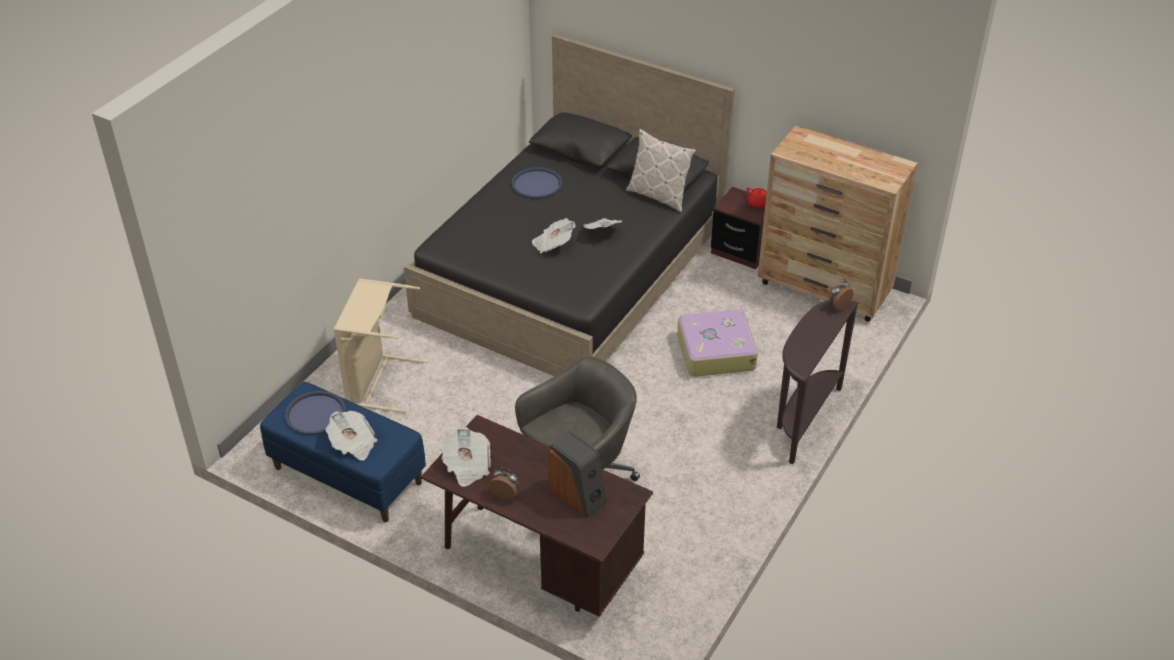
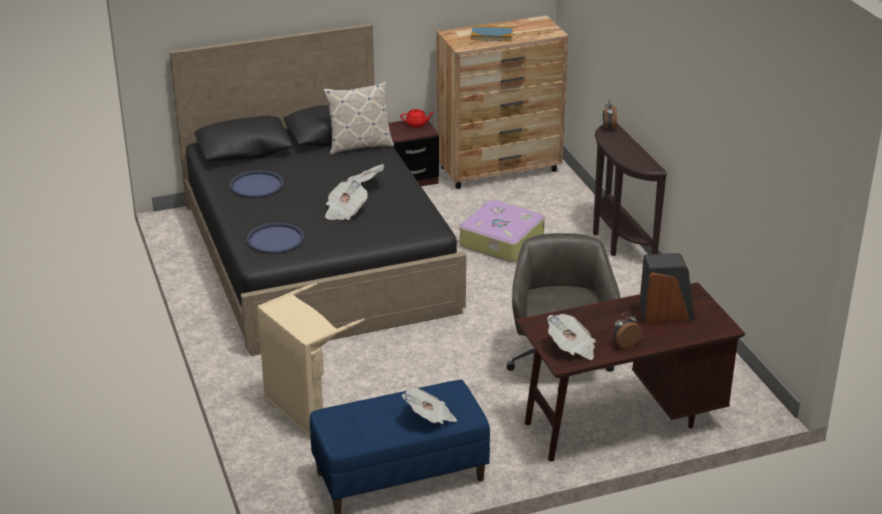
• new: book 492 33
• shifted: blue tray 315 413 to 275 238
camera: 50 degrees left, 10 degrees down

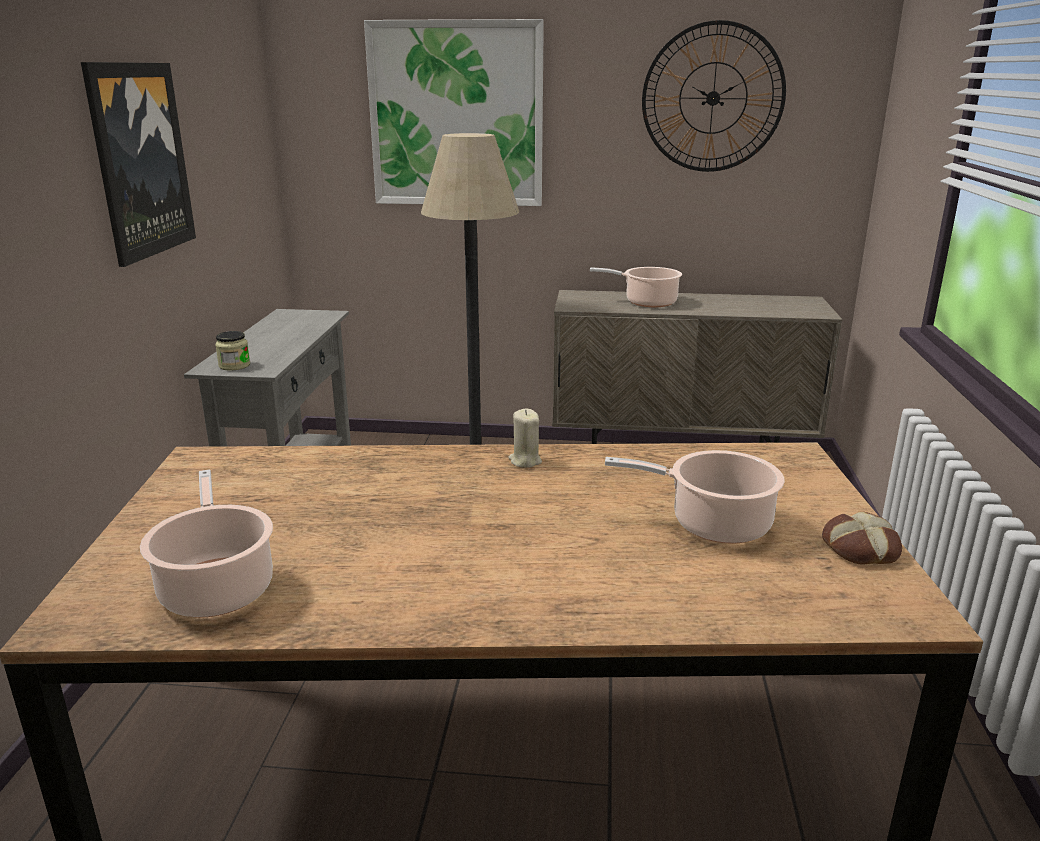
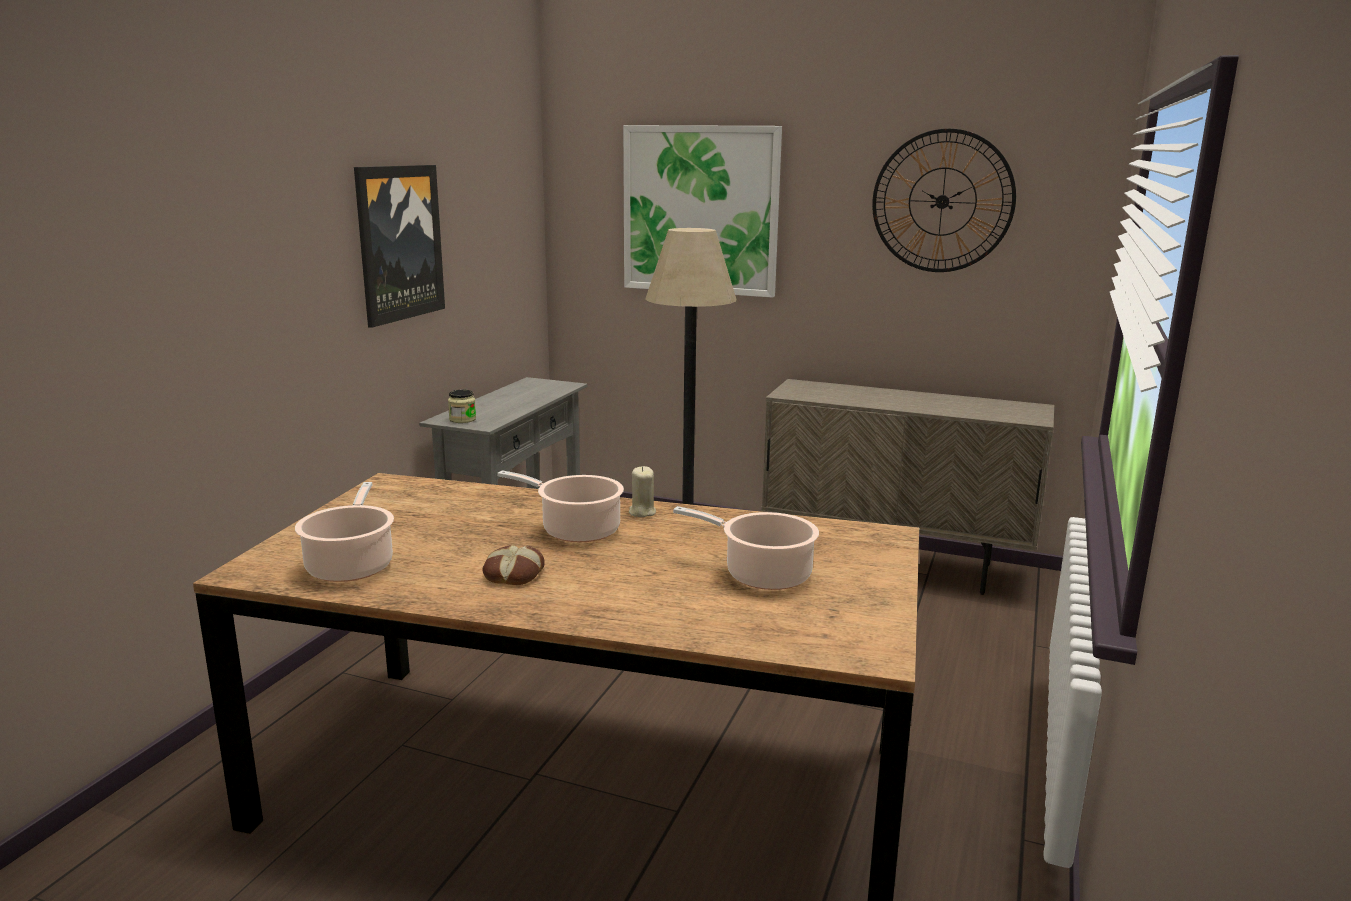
• shifted: cooking pot 636 287 to 560 506
• shifted: bread 862 538 to 513 565
camera: 15 degrees right, 5 degrees down

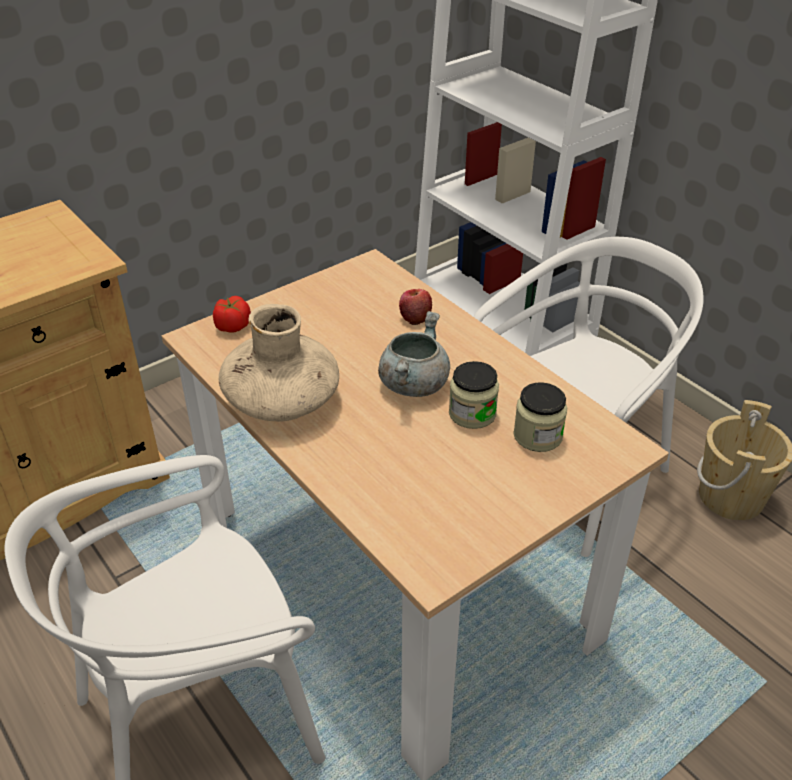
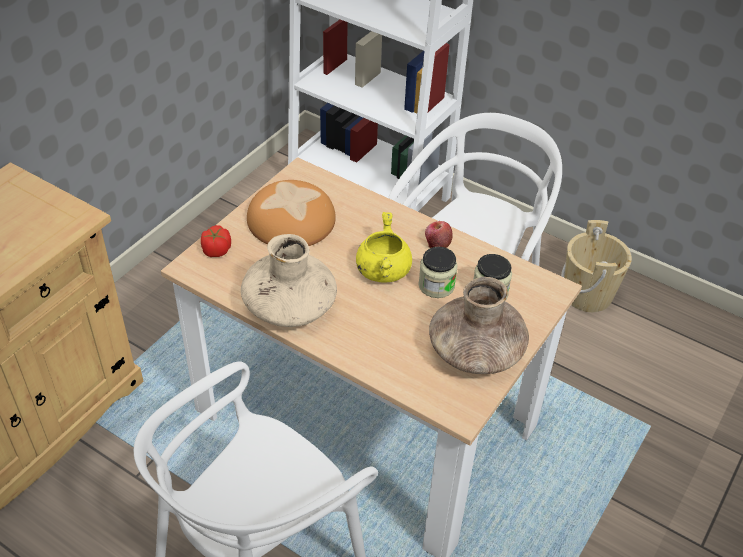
• new: bread 291 213
• new: brown vase 479 325
• shifted: apple 415 307 to 439 234
• repainted: grey cooking pot 414 354 to yellow cooking pot 384 247
camera: 20 degrees left, 5 degrees up

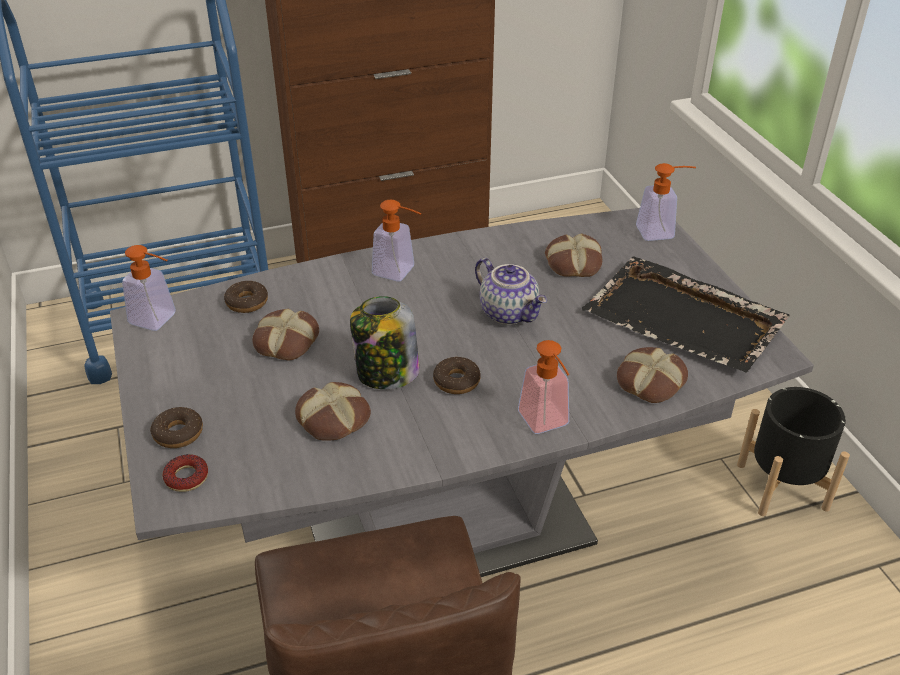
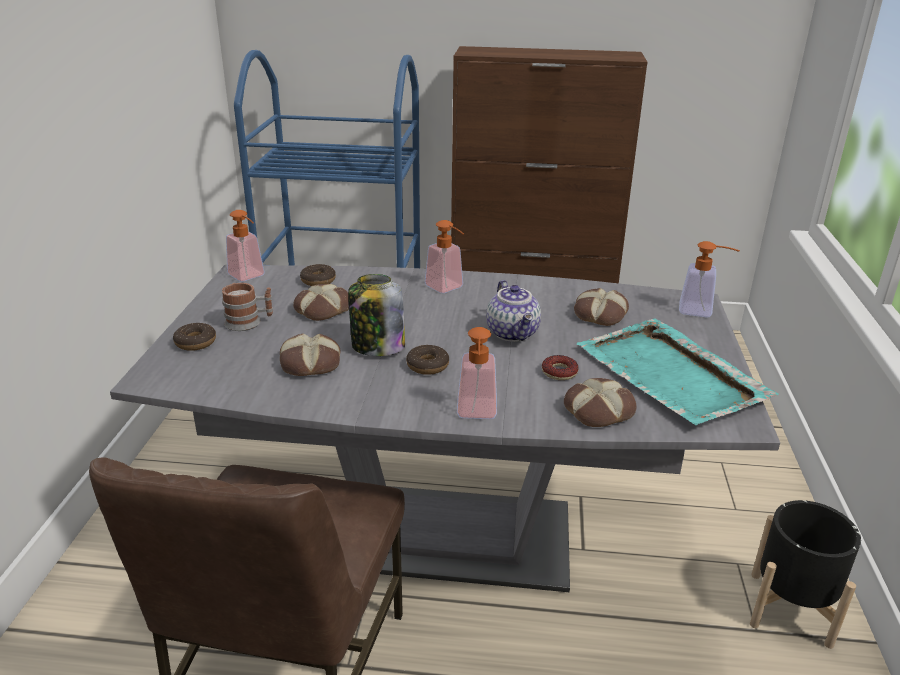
• new: mug 247 307
• shifted: donut 185 473 to 560 367
• repainted: black tray 686 315 to turquoise tray 678 371
camera: 25 degrees right, 10 degrees down

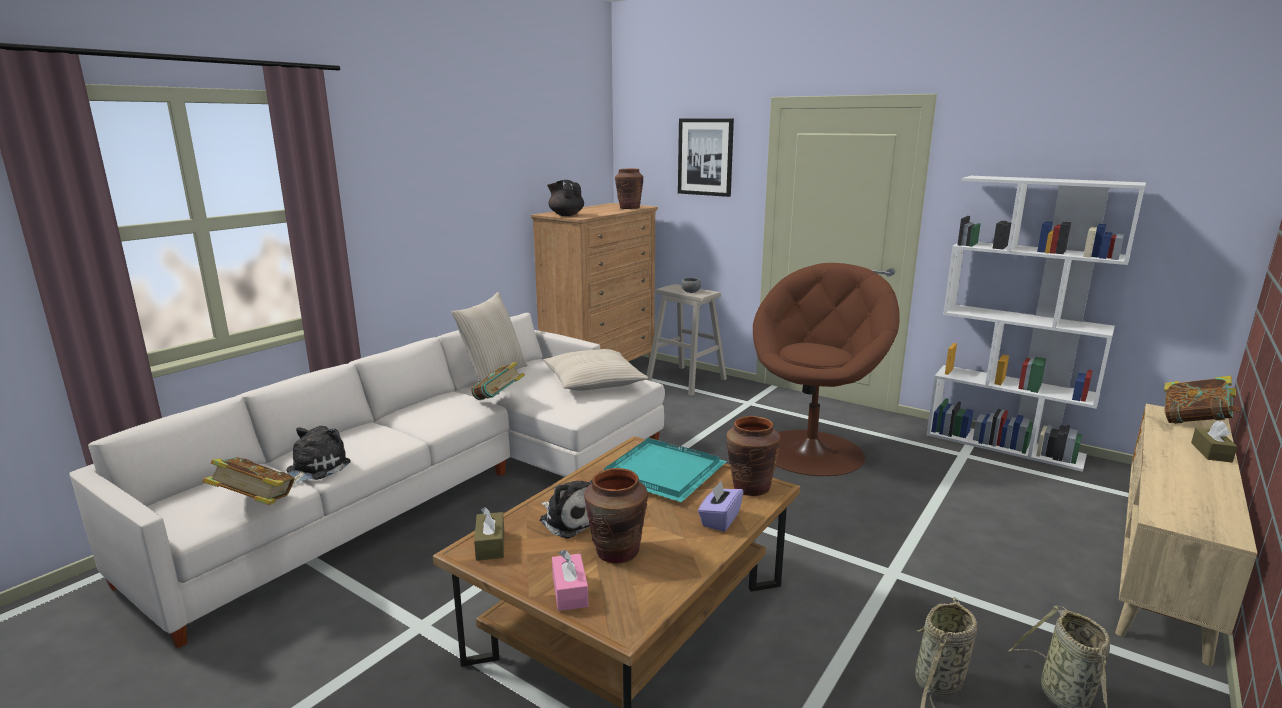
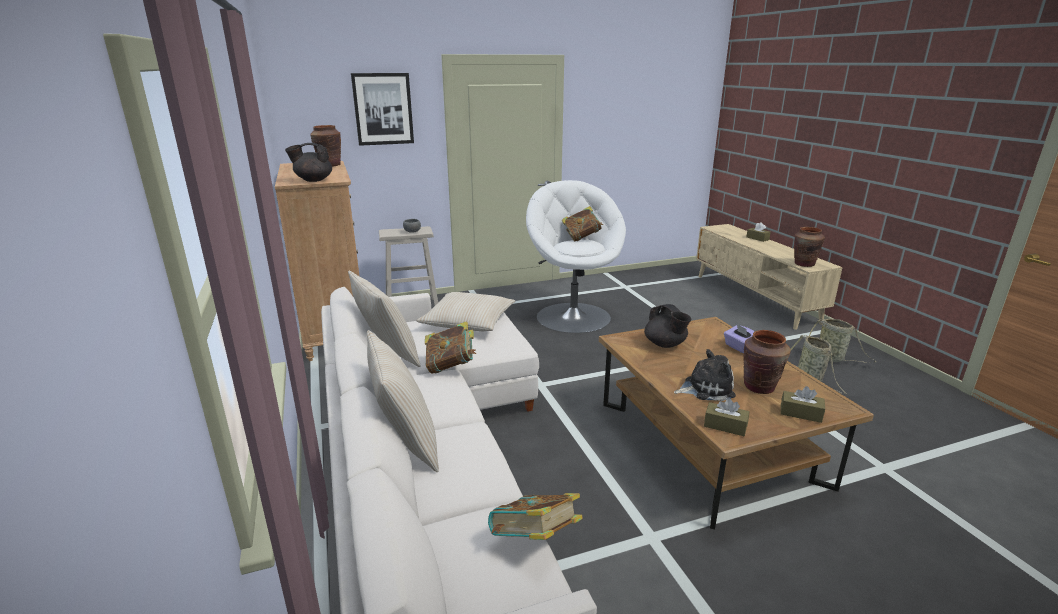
• gone: plush toy 318 455
• gone: white bookcase 1036 324
• new: beige pillow 403 401
• shifted: brown vase 753 456 to 809 247
• shifted: book 1202 400 to 582 224
• swapped: turquoise tray 665 470 to black teapot 667 326
• repainted: pink tissue box 570 580 to brown tissue box 803 404
• repainted: brown armchair 826 369 to white armchair 576 256
camera: 55 degrees left, 5 degrees up

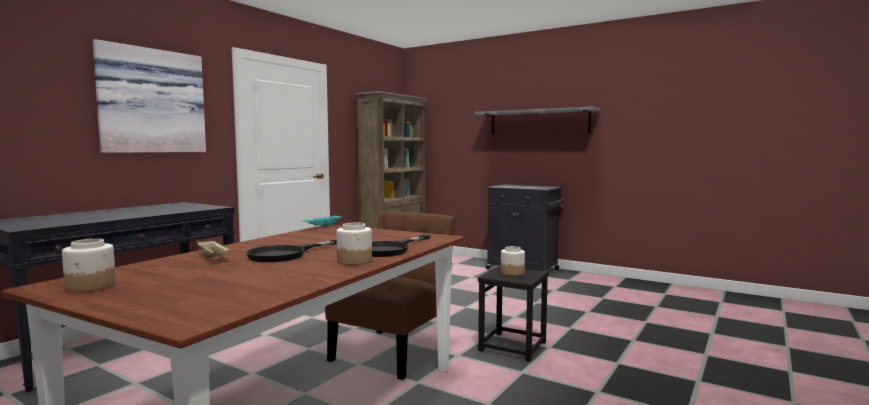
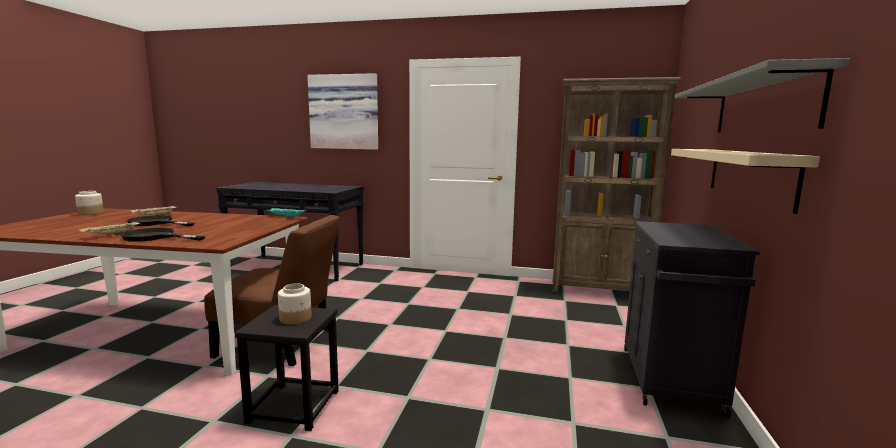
• new: beige shelf 745 181
• swapped: jar 354 244 to beige tray 109 228
camera: 70 degrees right, 5 degrees up

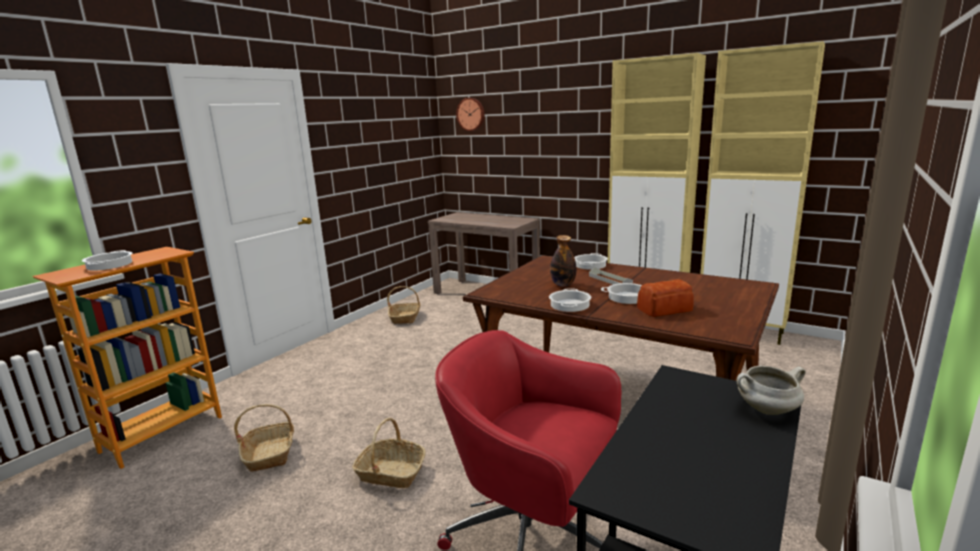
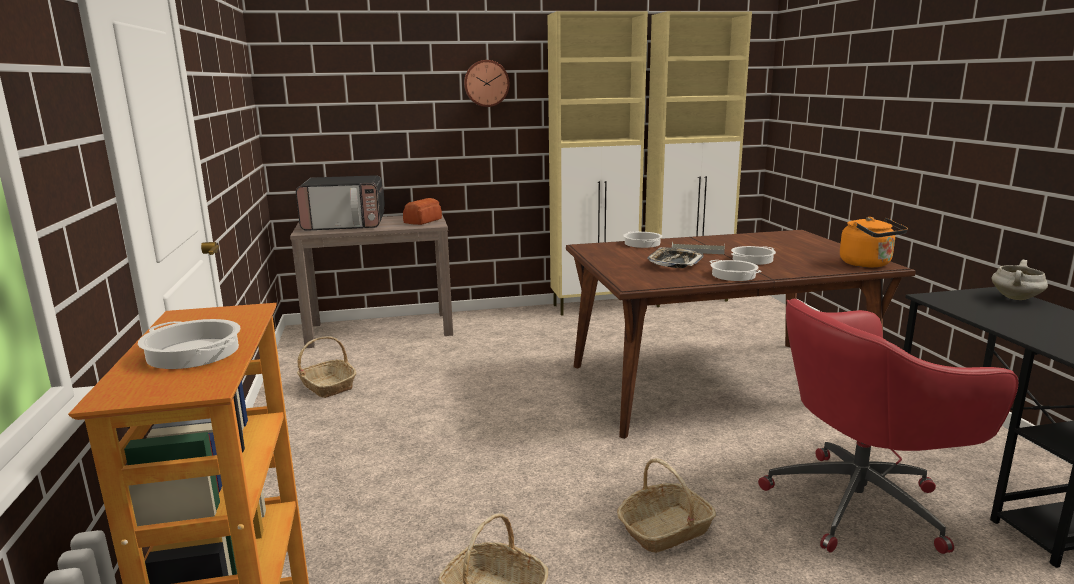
• new: microwave 340 203
• new: orange kettle 874 242
• shifted: wall clock 470 114 to 487 83
• shifted: bread 665 298 to 422 211
• swapped: bottle 563 260 to tray 675 257
camera: 45 degrees left, 0 degrees up

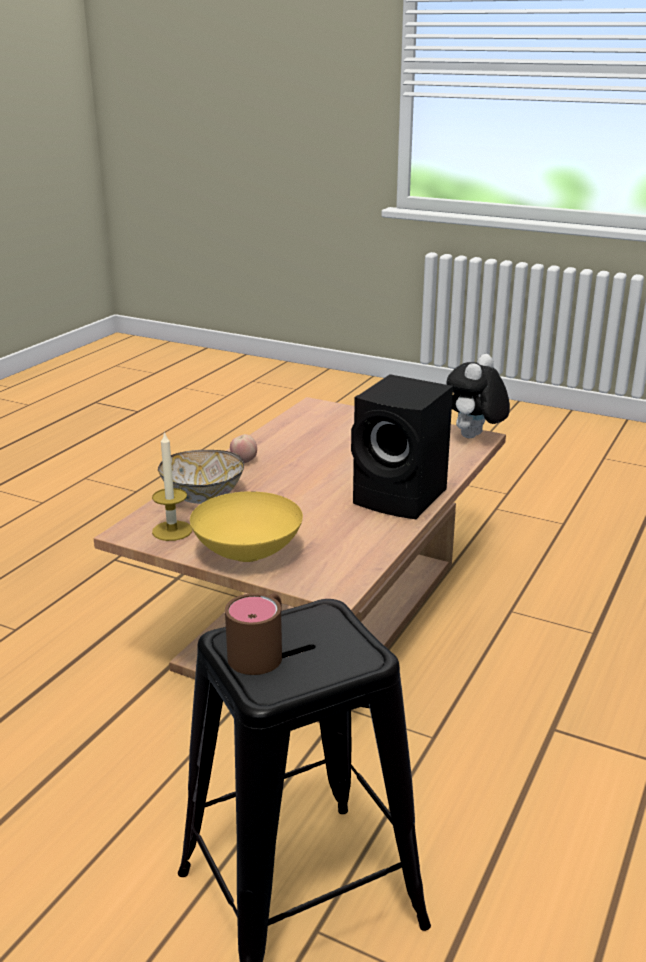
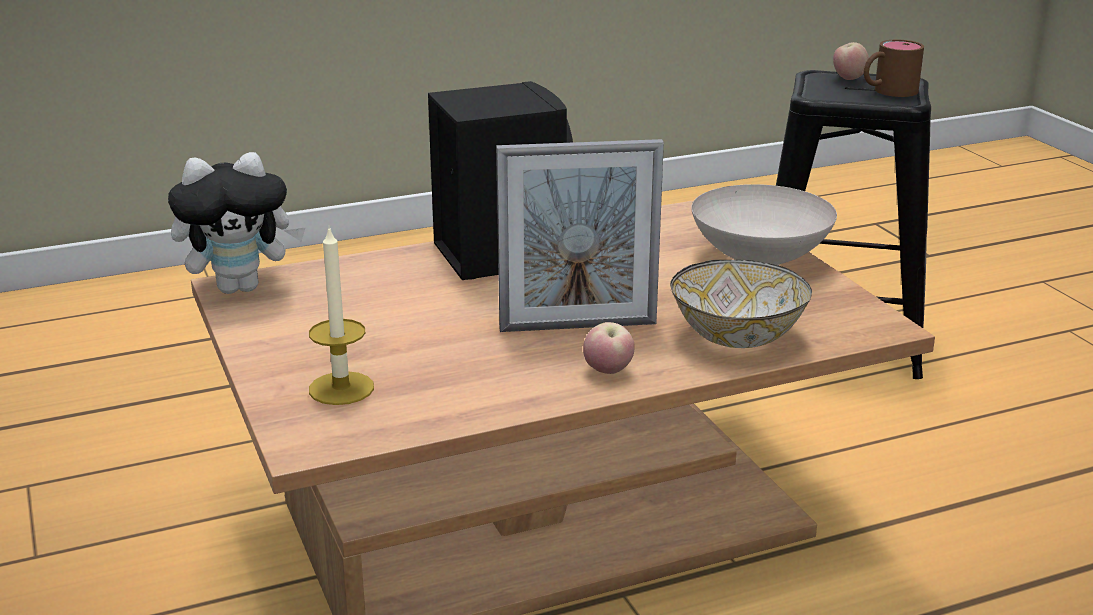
• new: picture frame 580 235
• new: apple 851 61
• shifted: candle 172 486 to 341 315
• repainted: yellow bowl 246 526 to white bowl 764 224
camera: 140 degrees left, 0 degrees up

